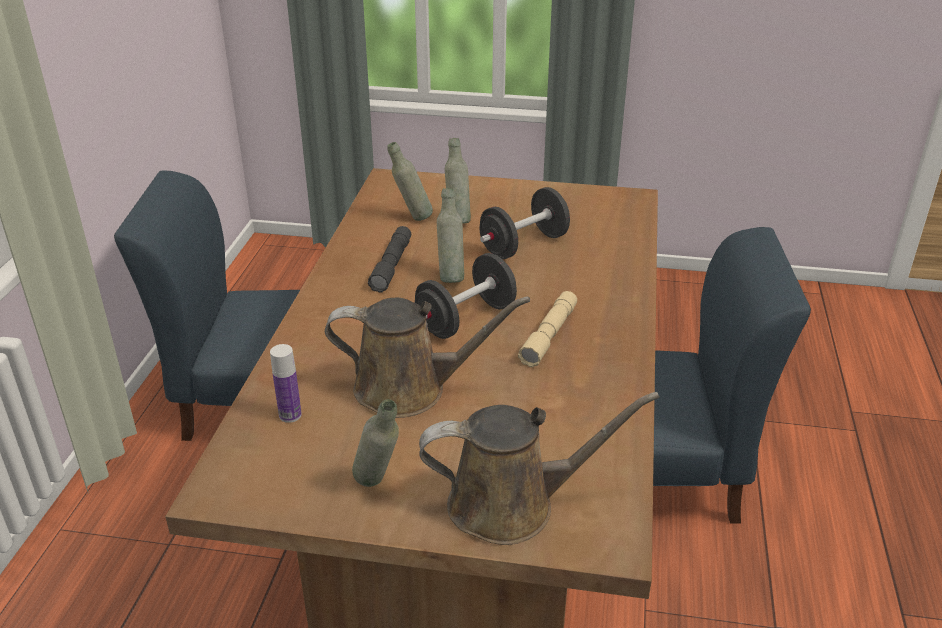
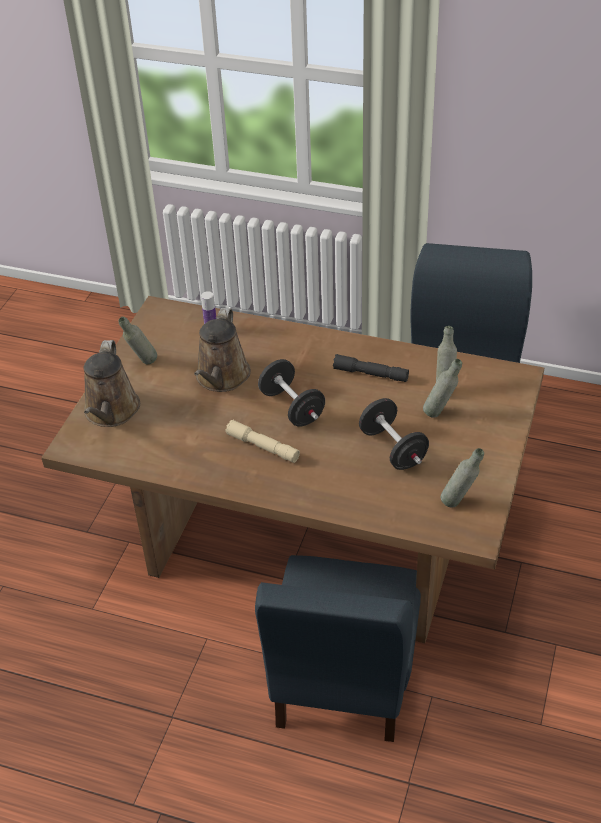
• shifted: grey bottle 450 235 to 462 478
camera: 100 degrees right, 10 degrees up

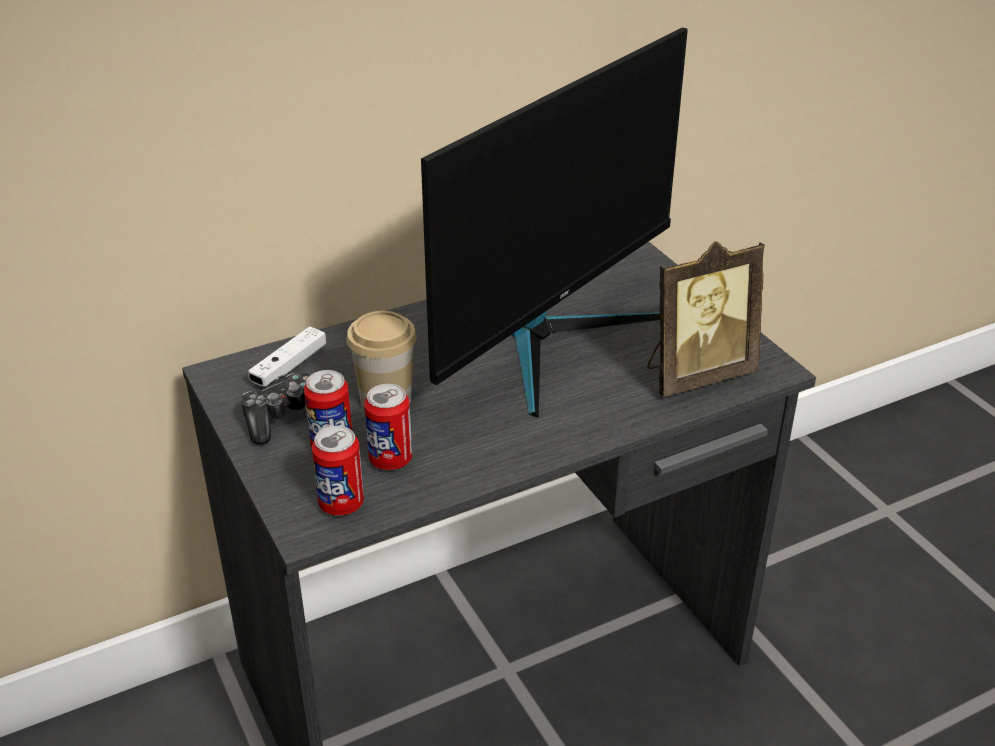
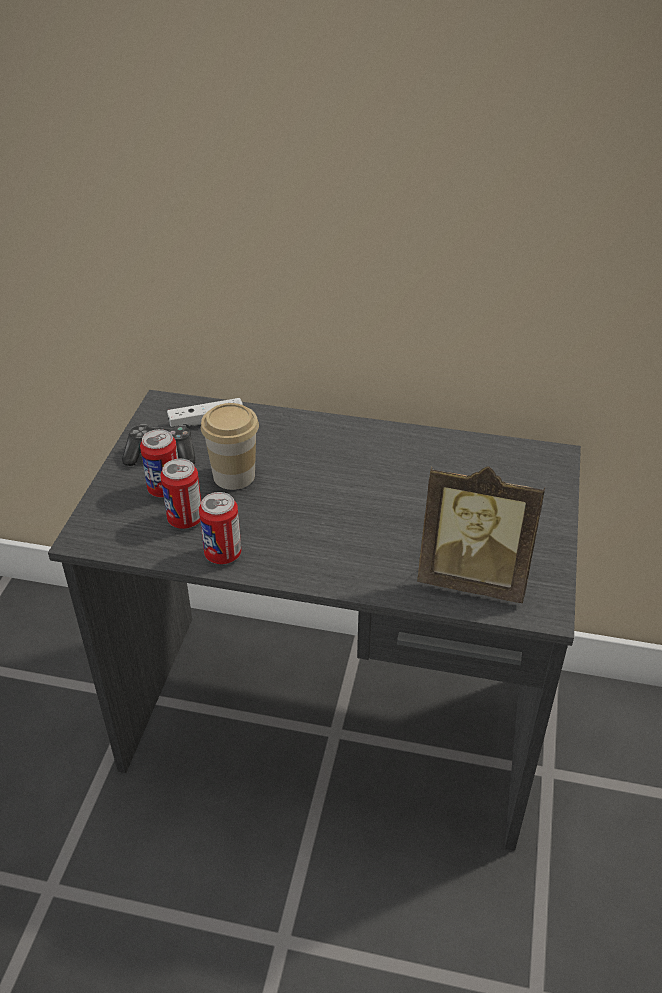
• gone: monitor 554 223
• shifted: can 338 471 to 220 528
camera: 40 degrees right, 5 degrees up

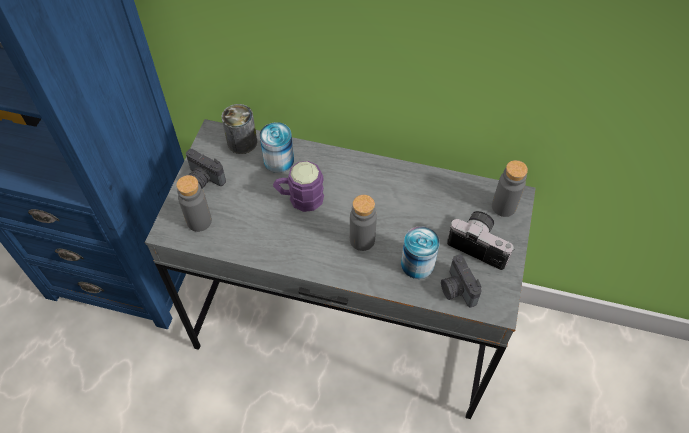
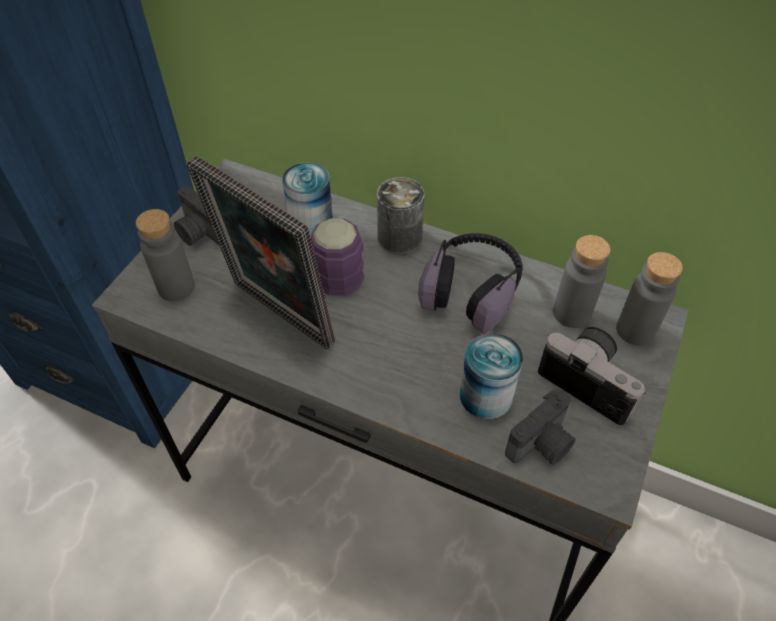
• new: picture frame 260 252
• new: headphones 470 283
• shifted: can 239 129 to 401 215
• shifted: grey bottle 363 223 to 582 281
• rotated: photo camera 461 281 = 540 427 120 degrees counterclockwise
camera: 10 degrees right, 5 degrees down

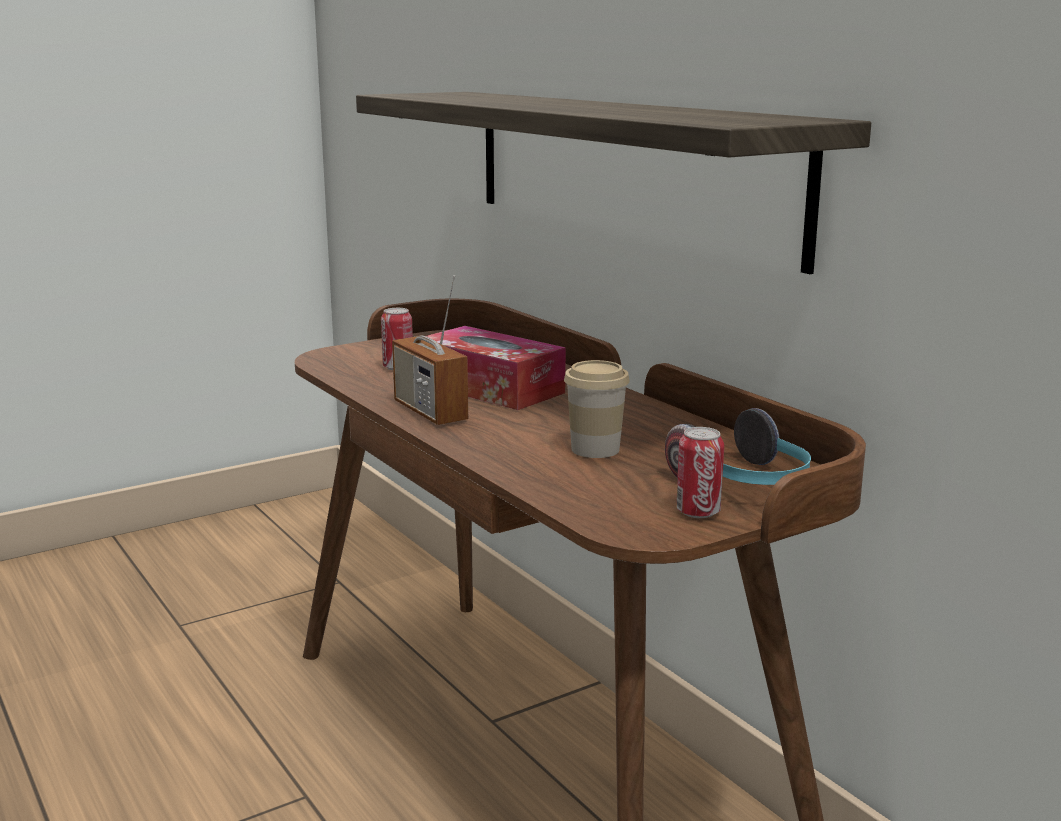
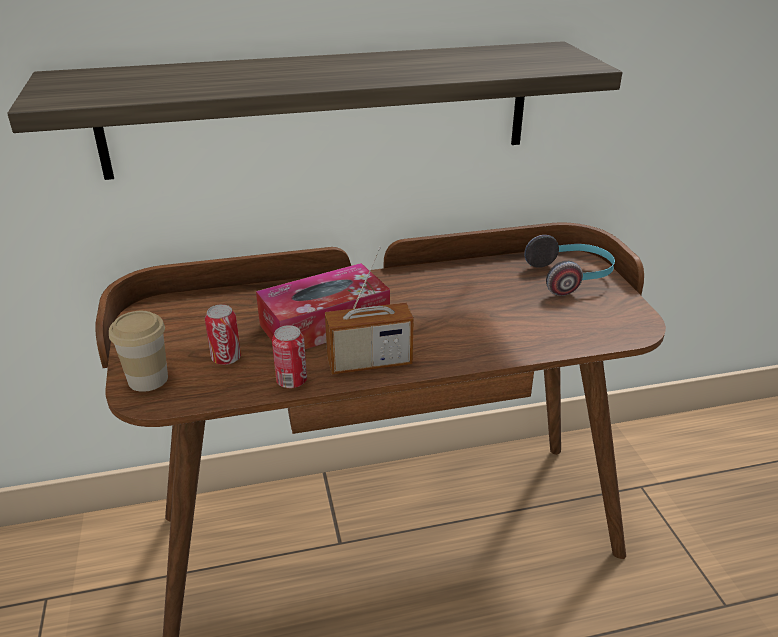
• shifted: cup 597 409 to 138 351
• shifted: can 700 472 to 289 356
camera: 70 degrees left, 15 degrees up

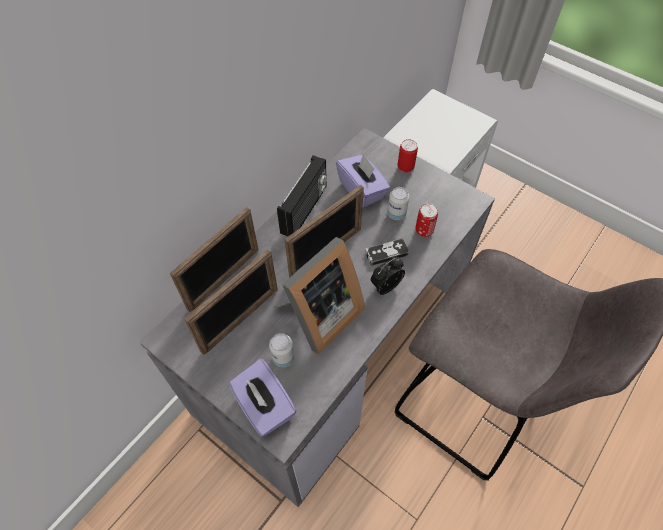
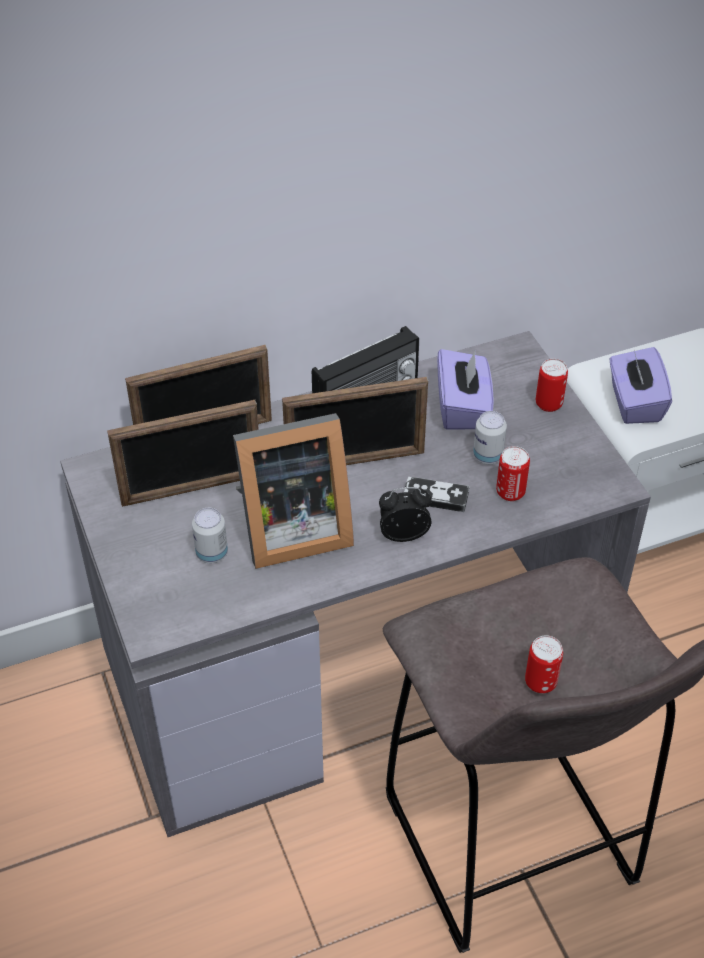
• new: can 544 664
• shifted: purple tissue box 263 397 to 640 385
camera: 30 degrees right, 10 degrees down

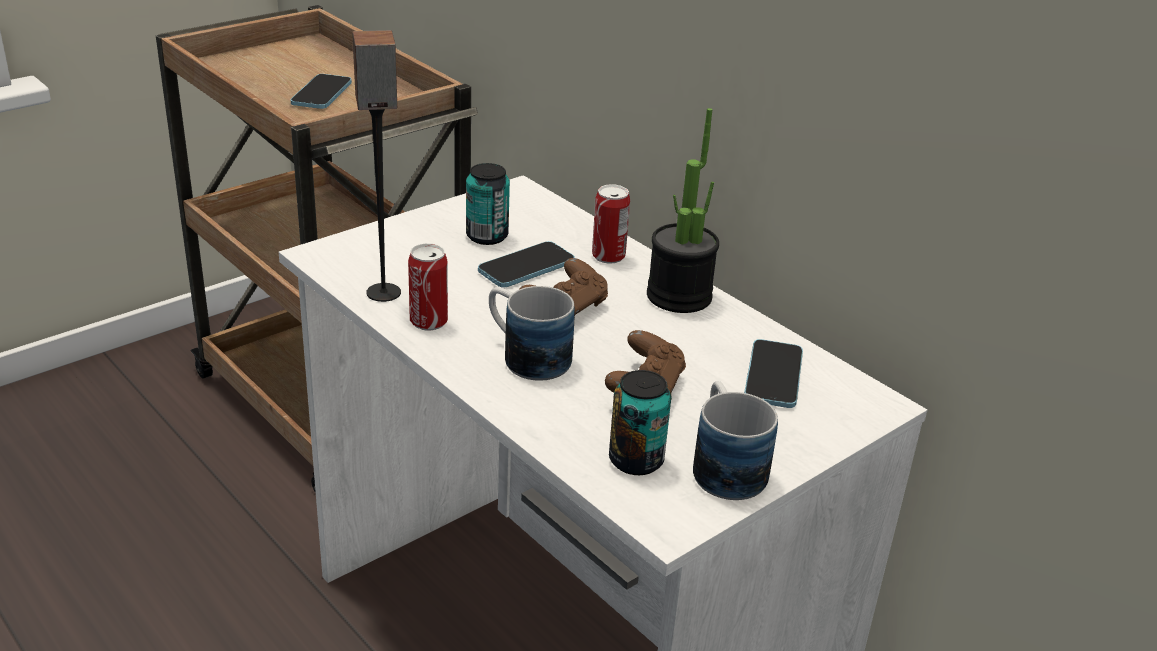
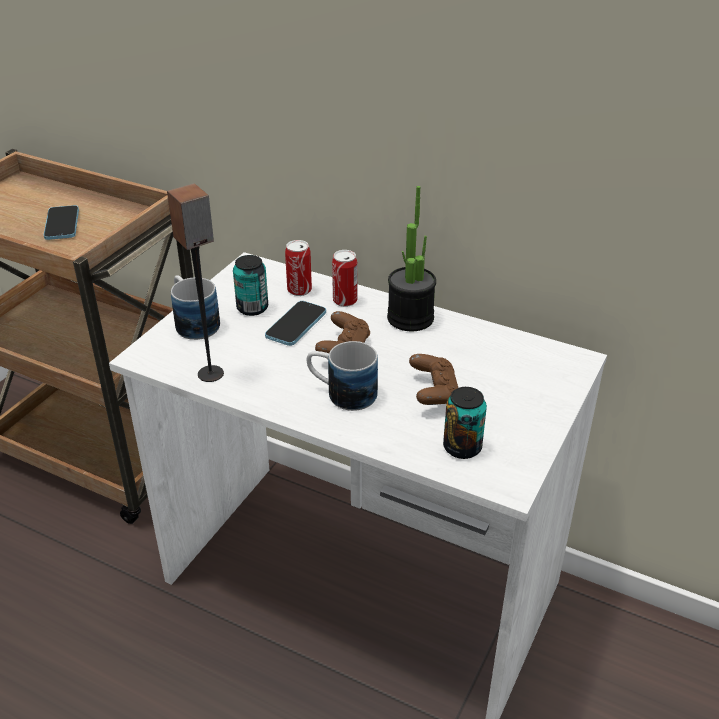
• gone: phone 773 373
• shifted: can 428 287 to 298 268
• shifted: mug 735 440 to 195 307
camera: 20 degrees left, 5 degrees up

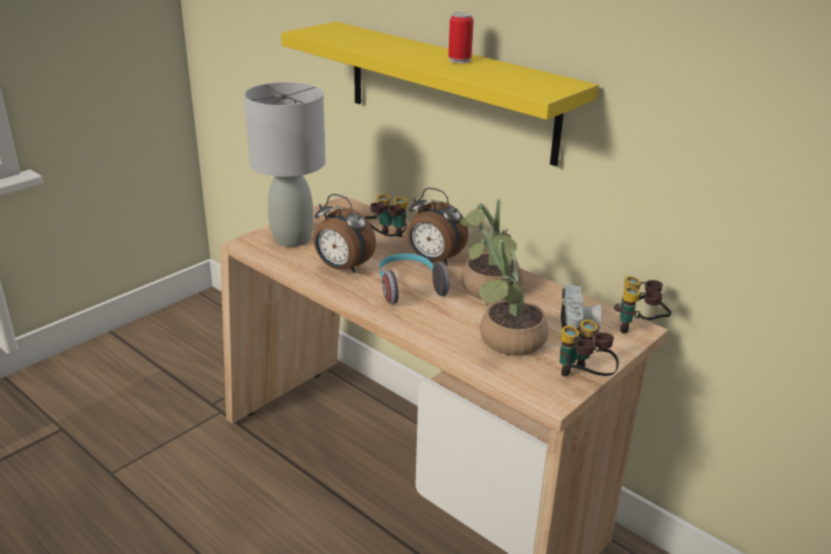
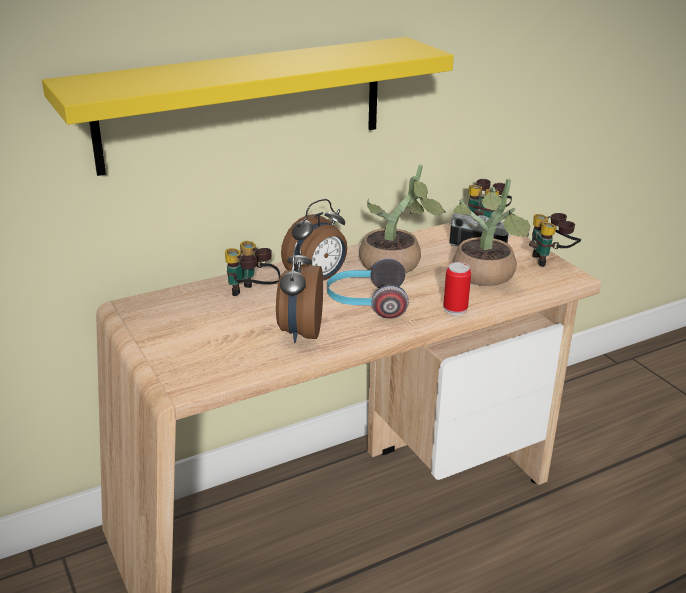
• gone: grey table lamp 285 164
• shifted: can 461 37 to 457 288
• rotated: alarm clock 345 234 = 299 292 135 degrees clockwise
camera: 70 degrees left, 0 degrees up

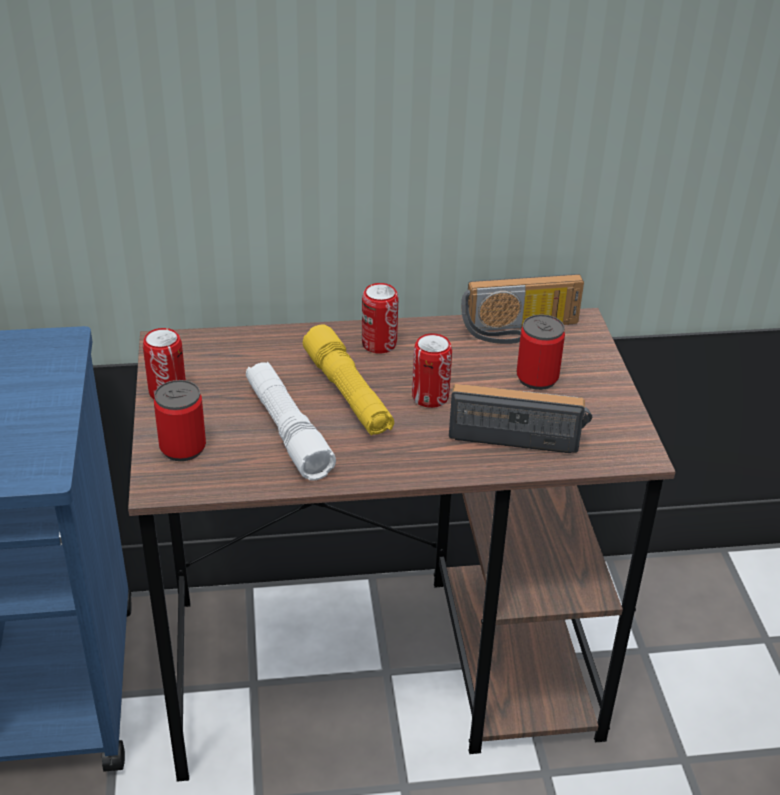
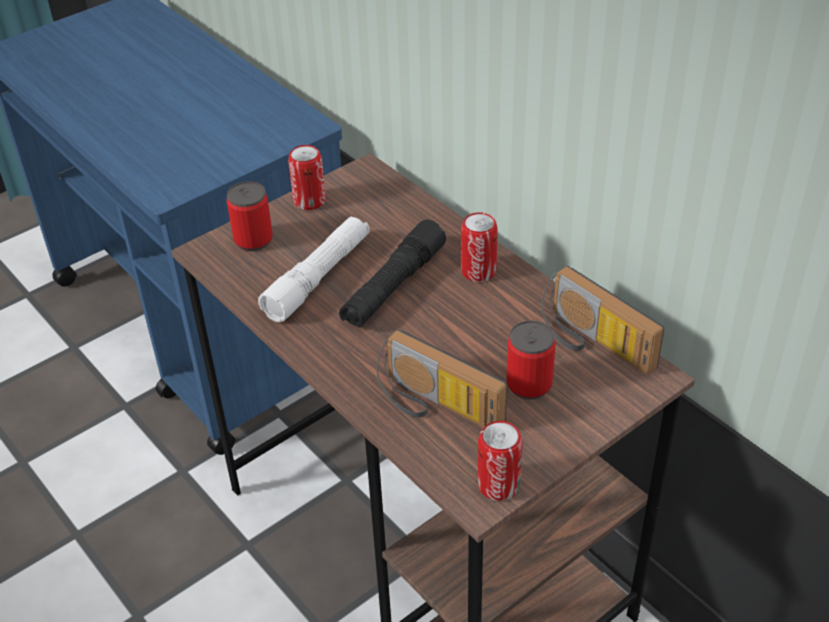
• shifted: can 432 370 to 500 461
• repainted: yellow flashlight 348 380 to black flashlight 392 274
• rotated: radio 520 418 = 441 379 150 degrees clockwise
camera: 60 degrees right, 5 degrees up

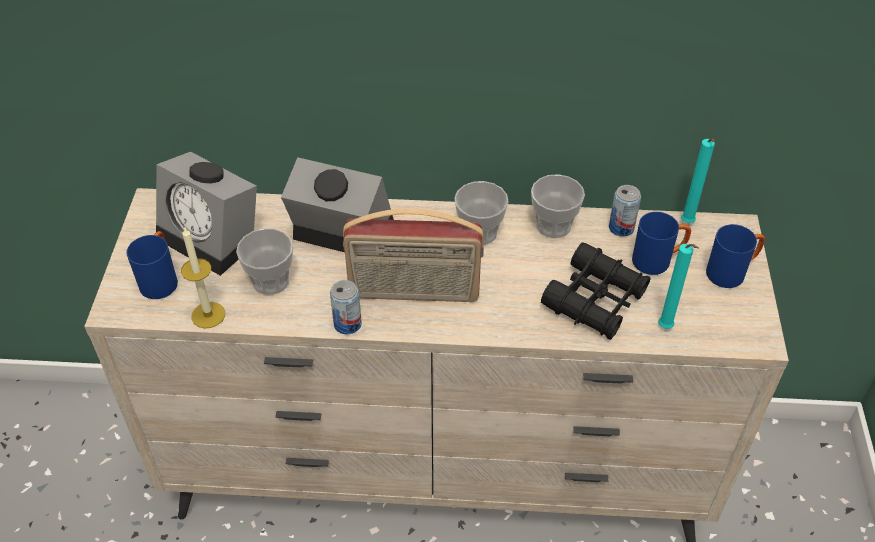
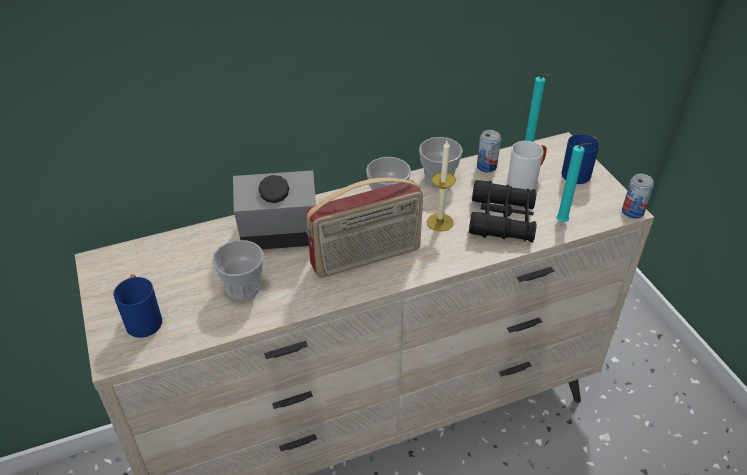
• gone: alarm clock 206 214
• shifted: candle 203 277 to 441 186
• shifted: can 346 307 to 638 196
• repainted: blue mug 661 243 to white mug 527 165
camera: 25 degrees left, 5 degrees down

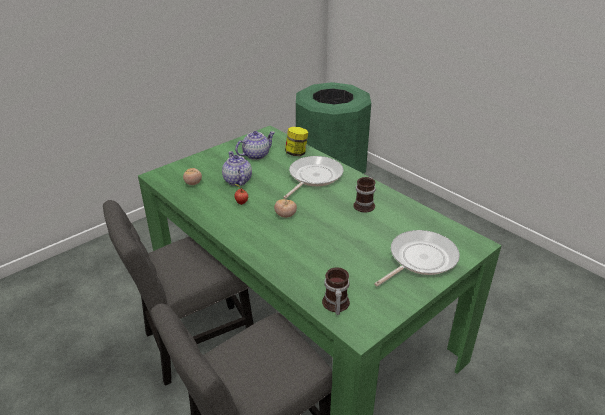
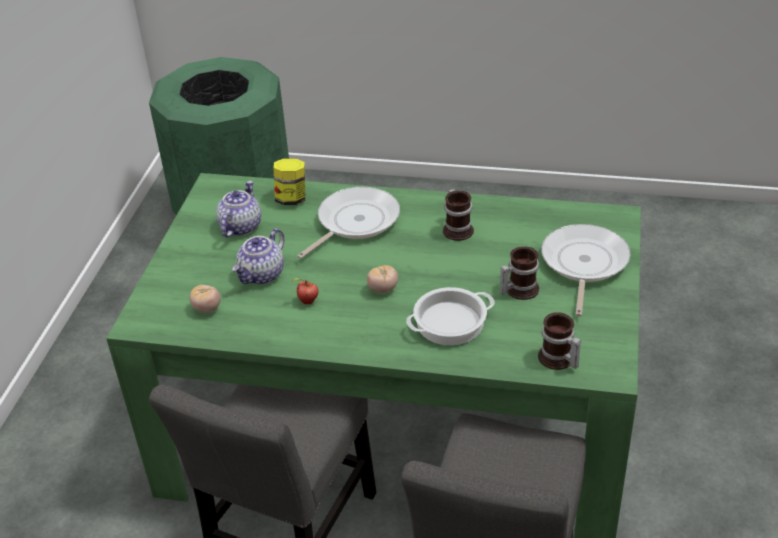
• new: cooking pot 450 316
• new: mug 519 273
• rotated: teapot 237 168 = 258 256 90 degrees counterclockwise
• rotated: frying pan 313 177 = 348 223 45 degrees clockwise
camera: 35 degrees left, 5 degrees up

